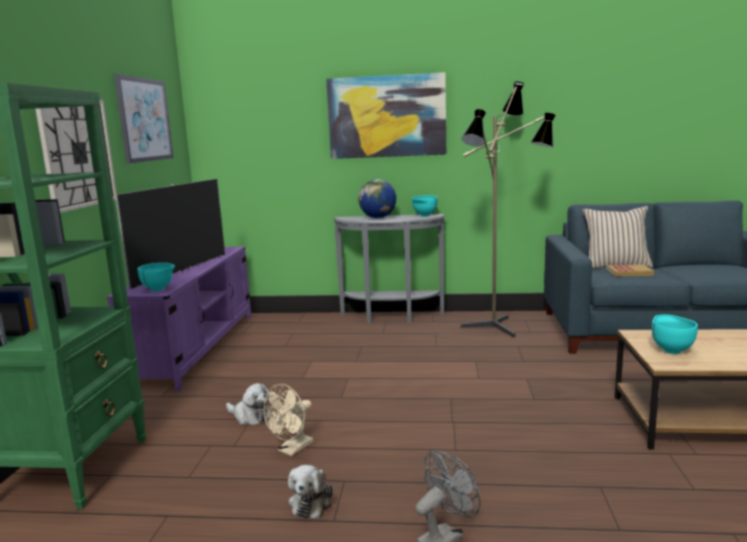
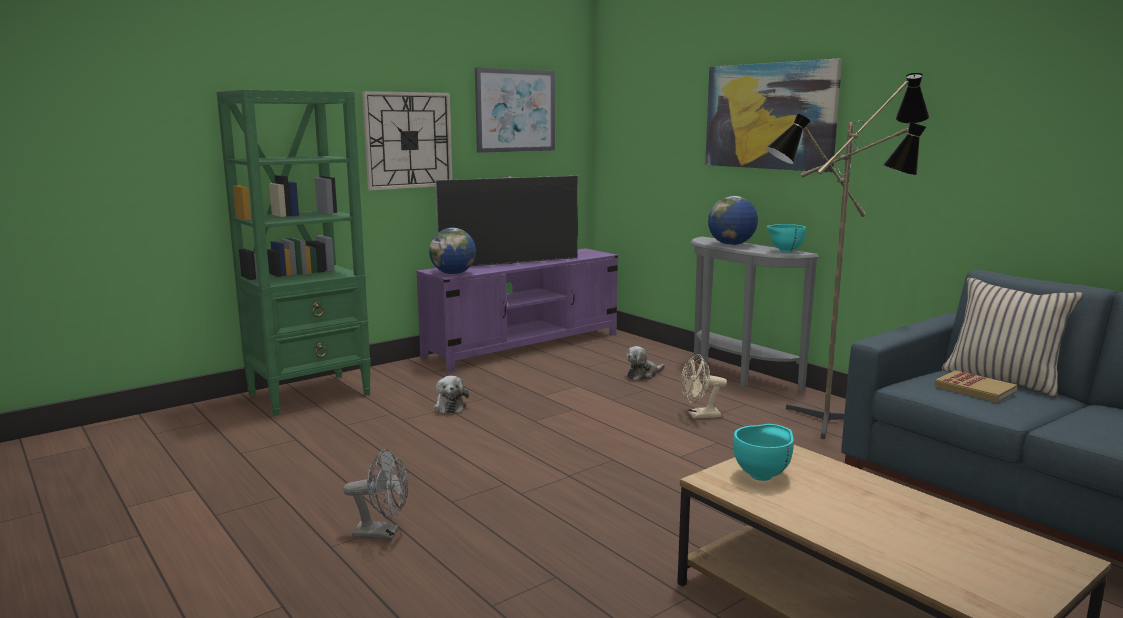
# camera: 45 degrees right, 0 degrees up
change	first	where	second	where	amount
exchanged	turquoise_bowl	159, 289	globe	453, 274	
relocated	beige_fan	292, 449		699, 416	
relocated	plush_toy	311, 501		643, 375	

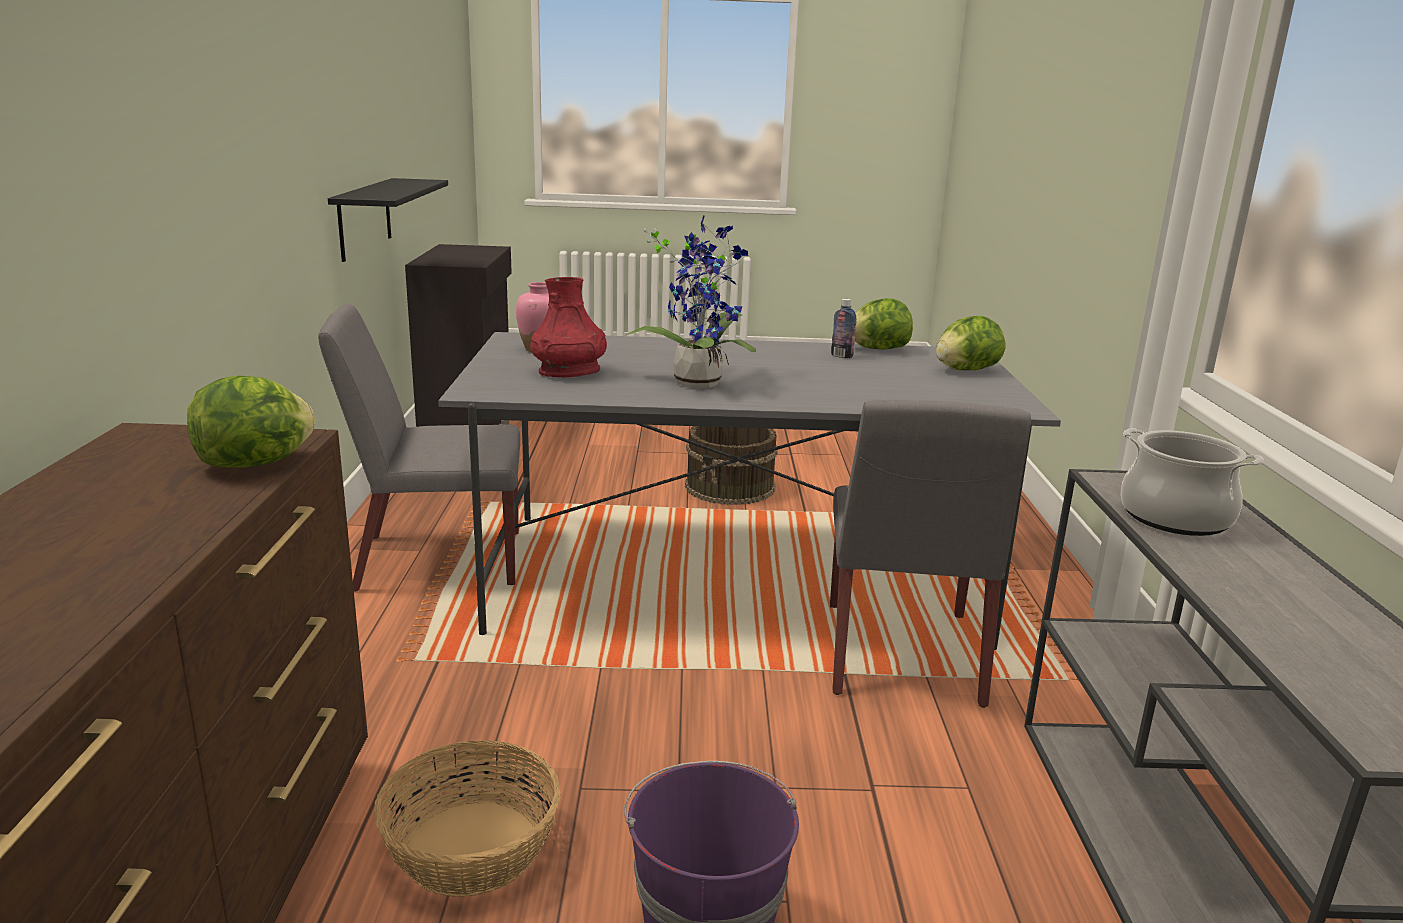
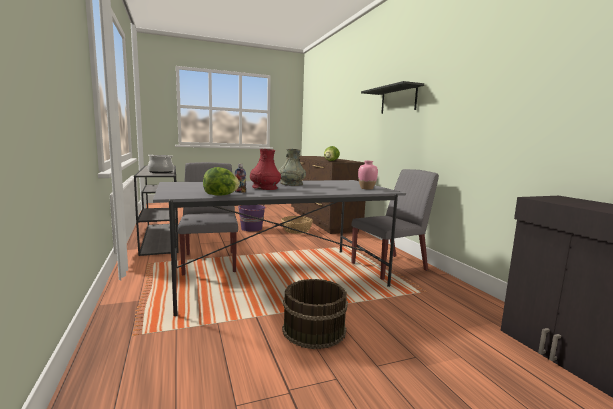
# camera: 160 degrees right, 10 degrees down
change	first	where	second	where	amount
relocated	black_shelf	364, 218		398, 100	
relocated	red_vase	569, 372		265, 188	
exchanged	potted_plant	698, 381	grey_vase	291, 184	
missing	lettuce	966, 370			

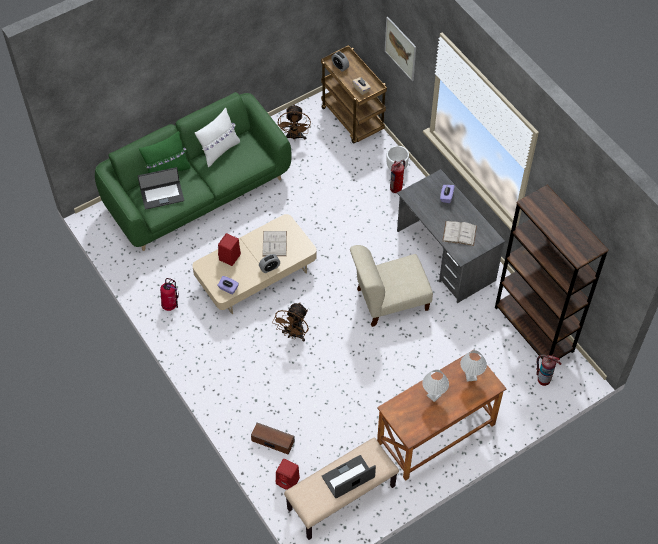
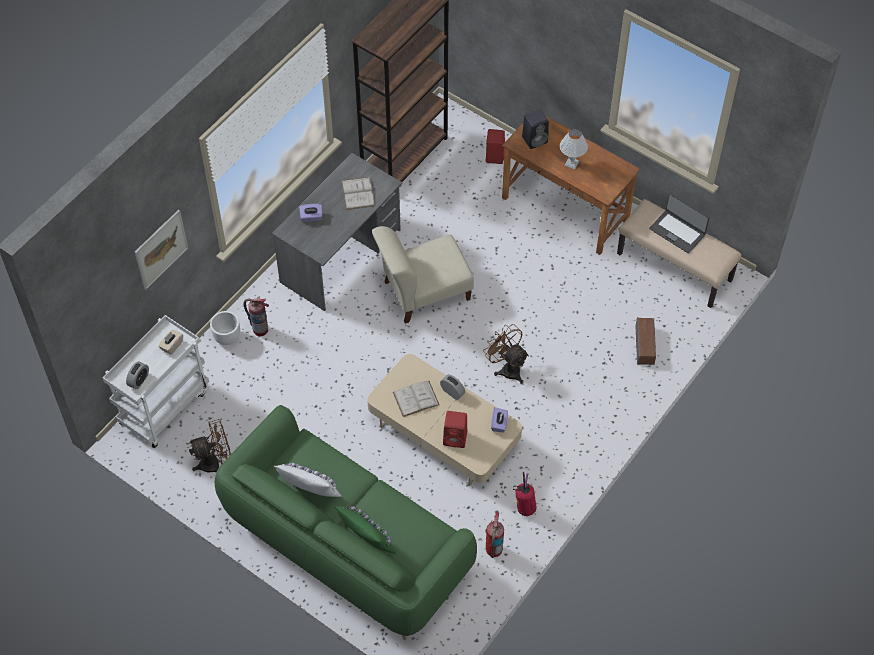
# camera: 110 degrees left, 0 degrees up
change	first	where	second	where	amount
missing	laptop	162, 195			
spun	brown_fan	294, 334		507, 368	135 degrees counterclockwise
relocated	red_speaker	288, 481		494, 155	
colour	brown_cart	353, 120	white_cart	164, 406	
spun	beige_chair	389, 301		423, 292	105 degrees clockwise
exchanged	white_table_lamp	471, 376	black_speaker	535, 139	
relocated	fire_extinguisher	543, 379		493, 550	

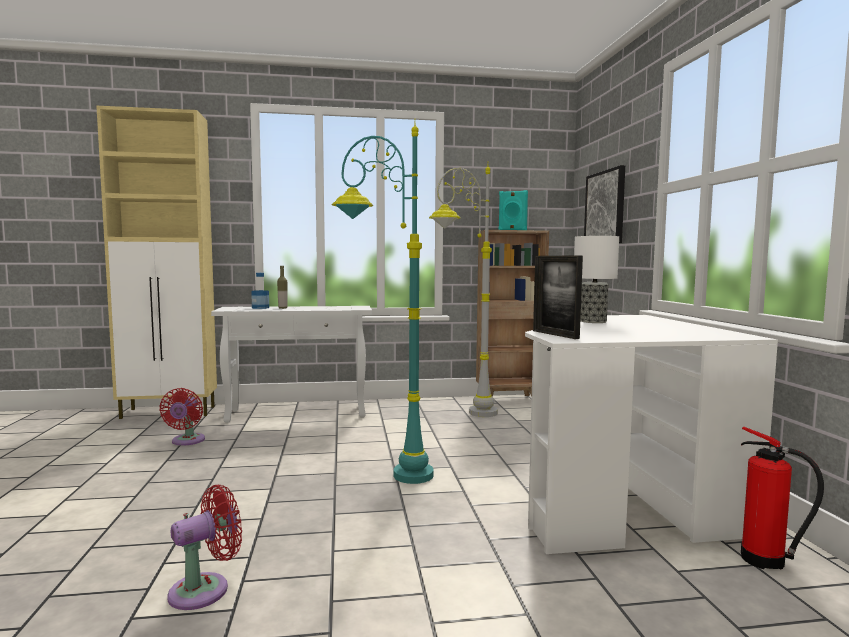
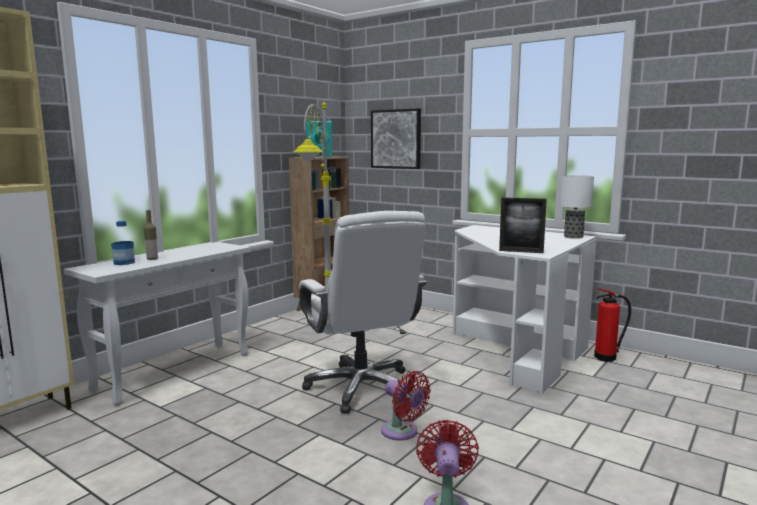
# camera: 45 degrees left, 5 degrees up
change	first	where	second	where	amount
relocated	red_fan	186, 441		402, 432	
exchanged	turquoise_floor_lamp	382, 470	white_office_chair	361, 387	
relocated	table_lamp	593, 321		574, 237	

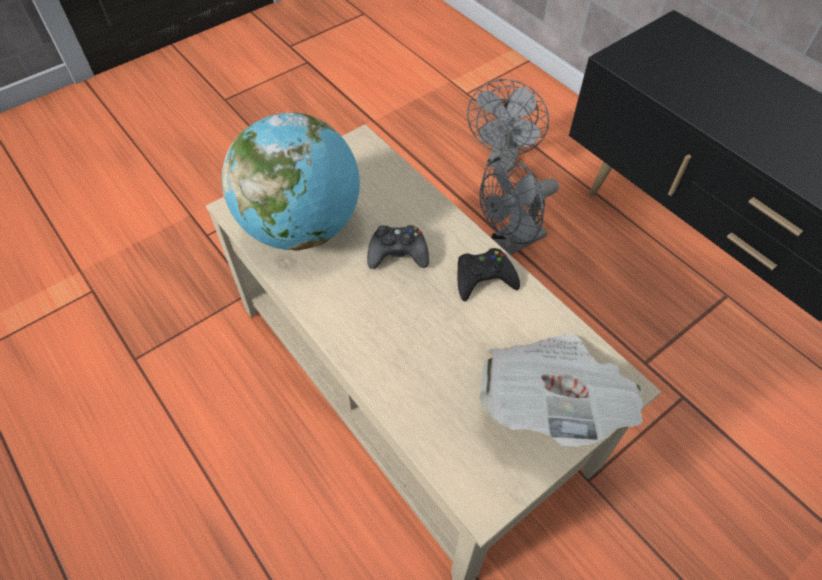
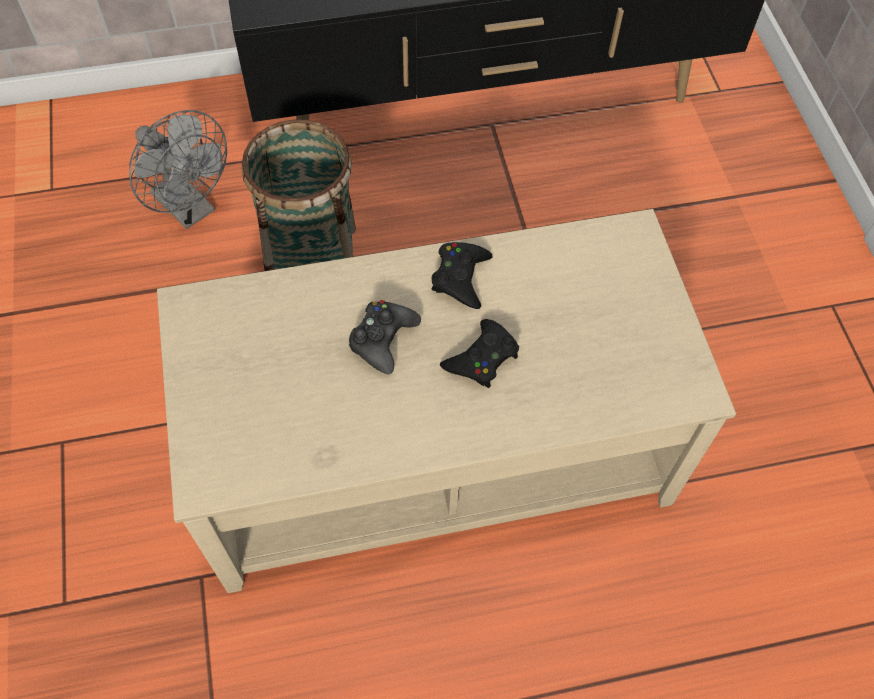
# camera: 65 degrees left, 5 degrees up
change	first	where	second	where	amount
missing	globe	302, 227			
missing	newspaper	551, 401			
exchanged	grey_fan	511, 242	basket	313, 262	
appeared			black_game_controller	482, 358	

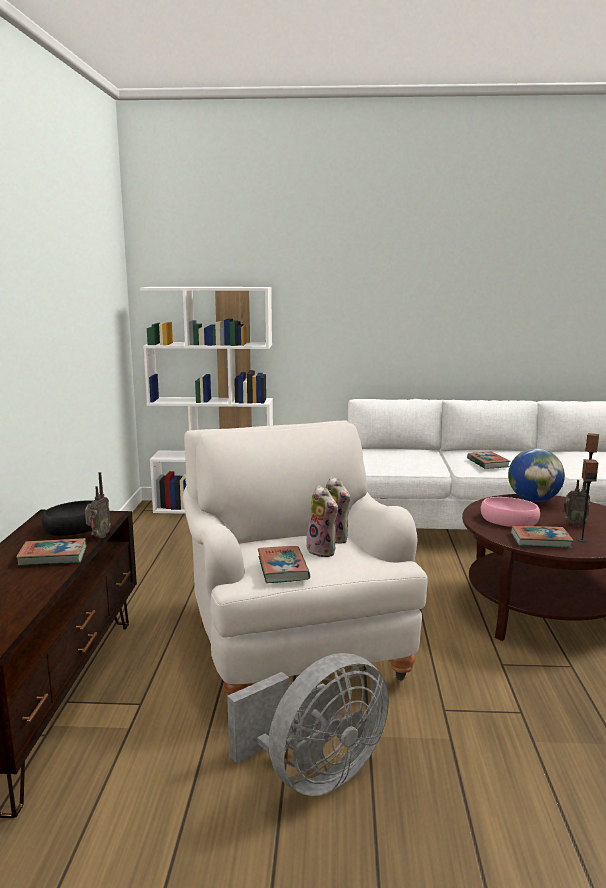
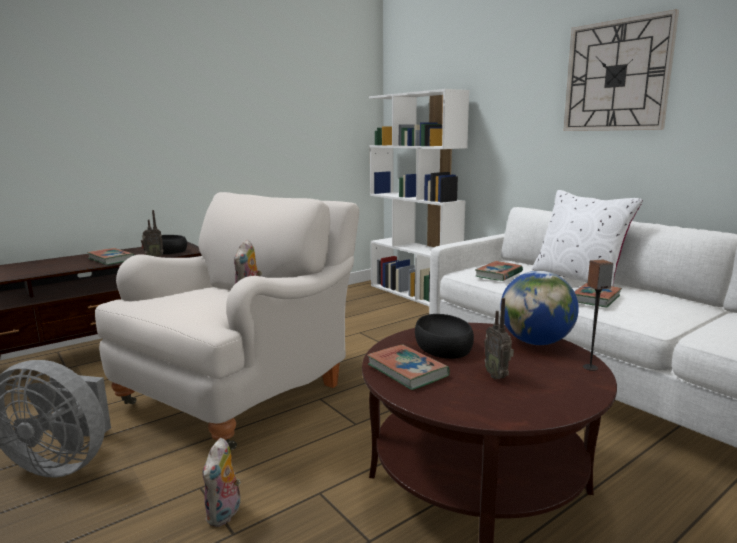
# camera: 50 degrees right, 0 degrees up
change	first	where	second	where	amount
relocated	book	283, 568		498, 274	
relocated	plush_toy	323, 551		225, 515	
colour	pink_bowl	509, 520	black_bowl	444, 345	
missing	speaker	582, 540			
appeared			white_pillow	578, 278	
appeared			wall_clock	616, 76	

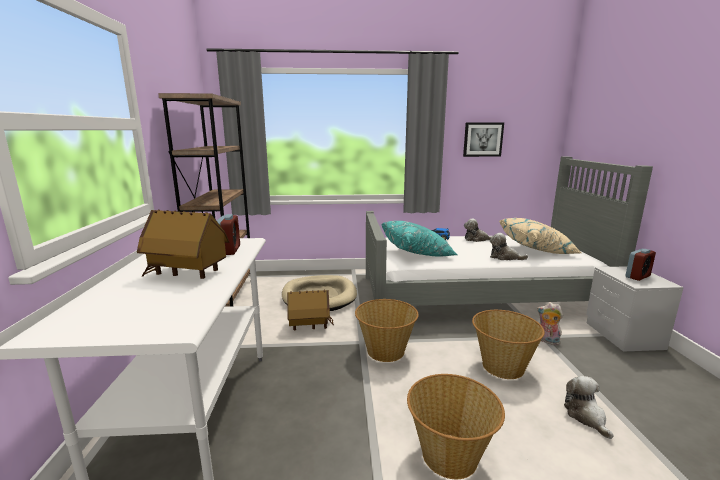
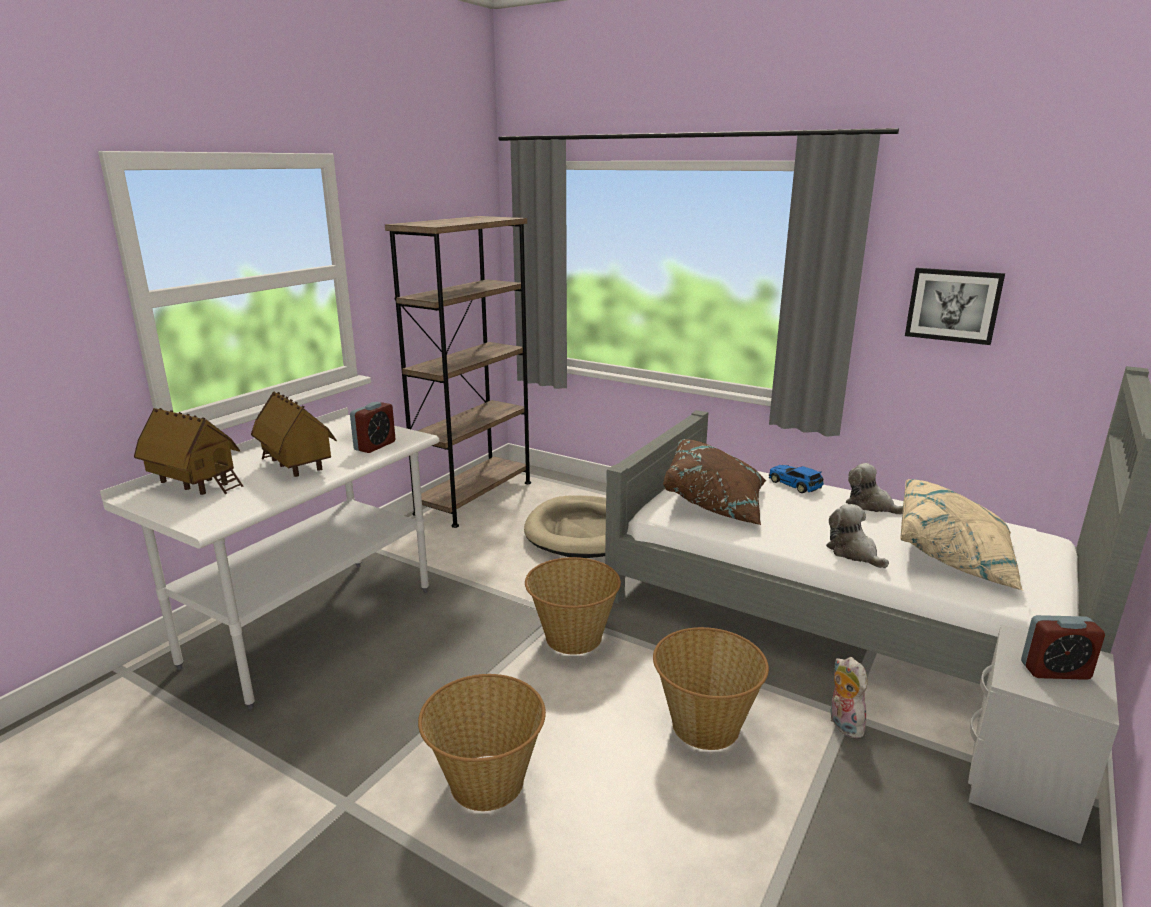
# camera: 35 degrees right, 5 degrees up
change	first	where	second	where	amount
relocated	toy_house	310, 326		195, 484	
colour	turquoise_pillow	417, 253	brown_pillow	715, 503	
missing	plush_toy	586, 416			

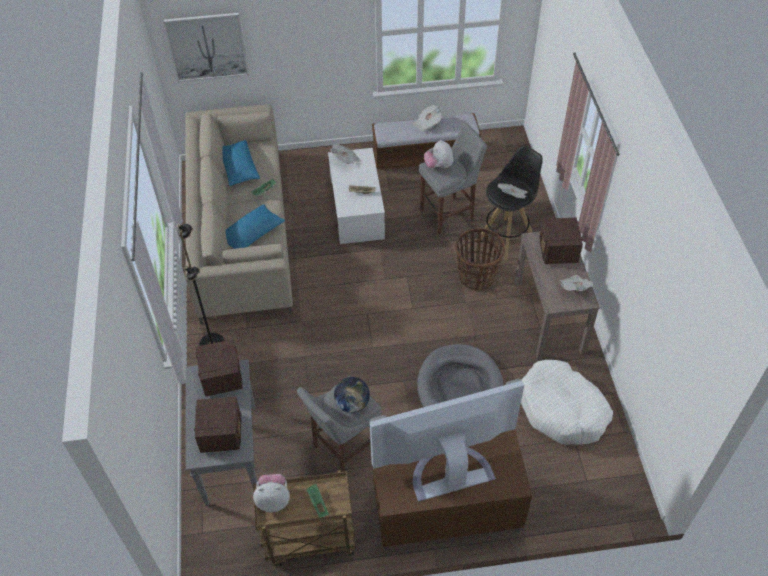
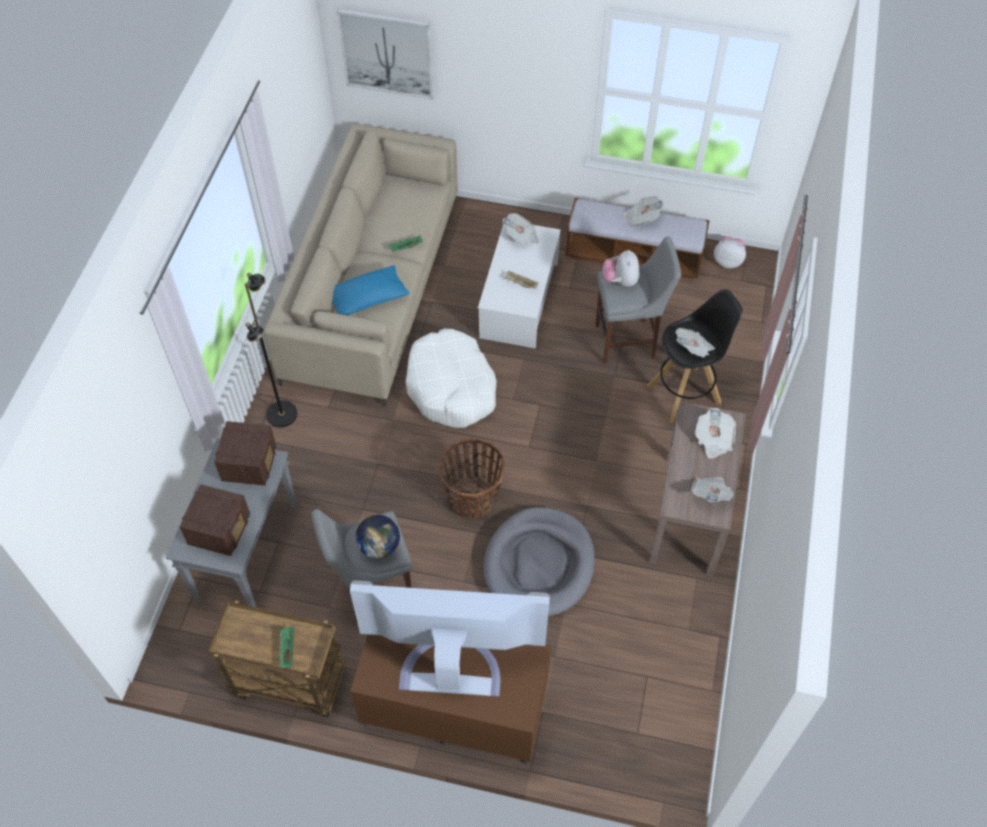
# camera: 20 degrees right, 5 degrees up
change	first	where	second	where	amount
missing	blue_pillow	239, 168			
relocated	plush_toy	273, 499		727, 261	
relocated	basket	476, 277		472, 498	
relocated	white_dog_bed	562, 409		451, 387	
exchanged	radio	558, 252	newspaper	713, 440	

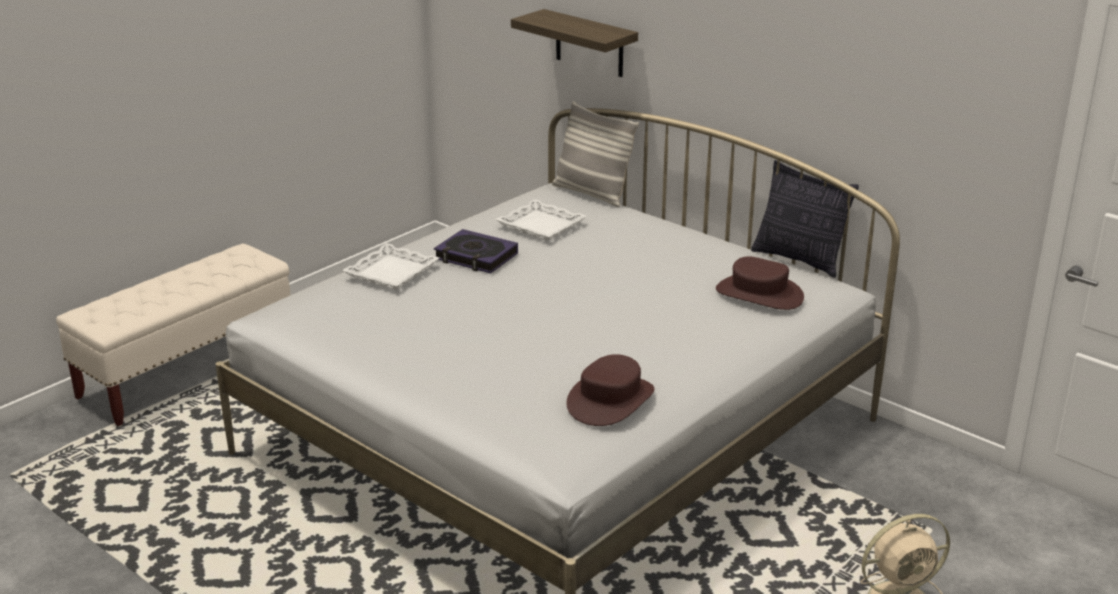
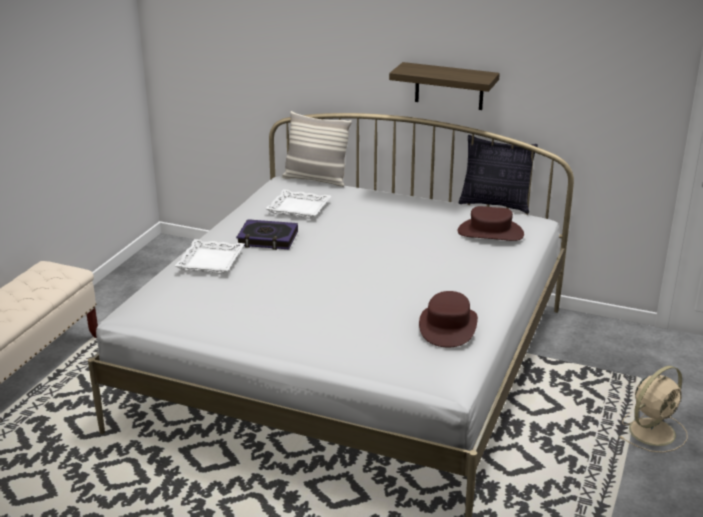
# camera: 20 degrees left, 0 degrees up
change	first	where	second	where	amount
relocated	shelf	589, 44		449, 86	

